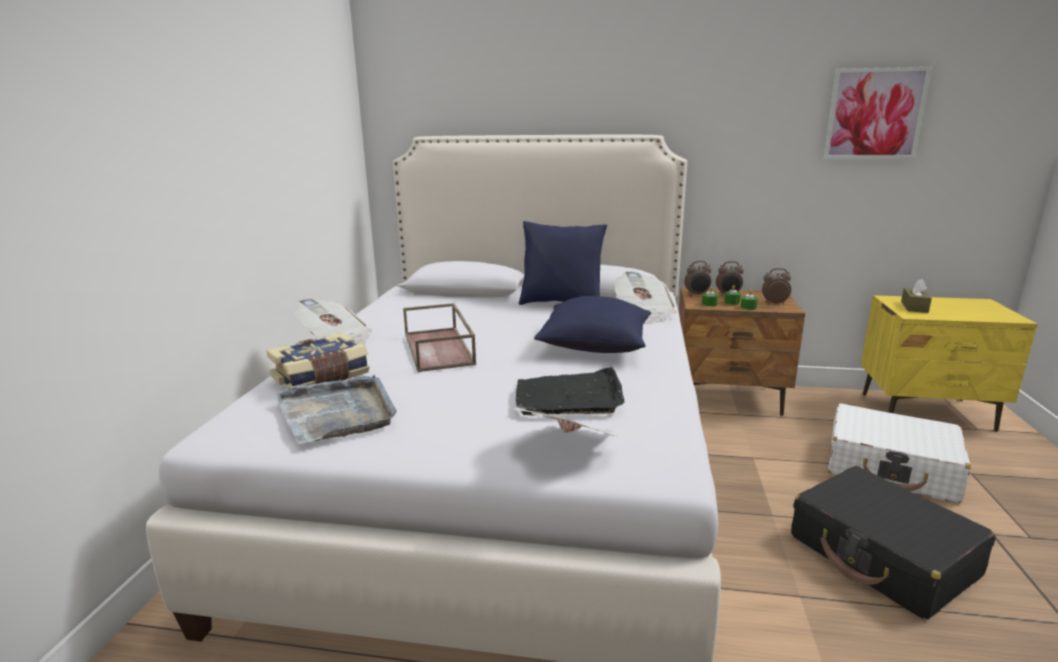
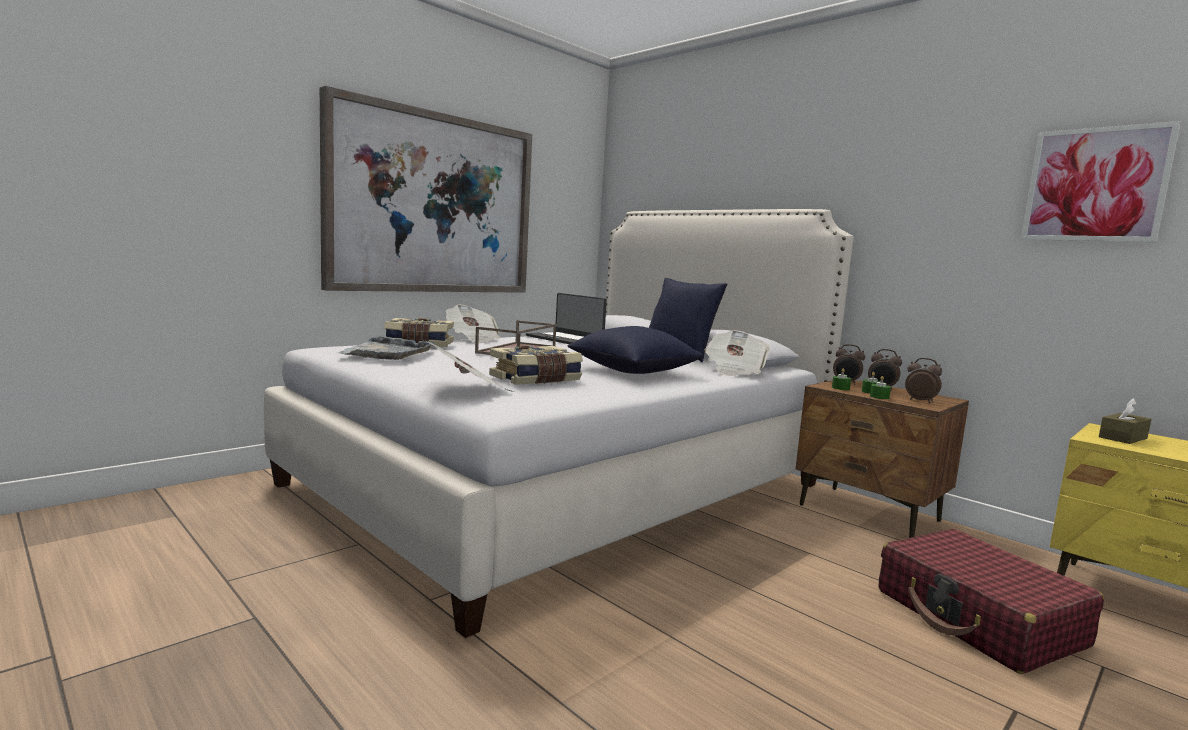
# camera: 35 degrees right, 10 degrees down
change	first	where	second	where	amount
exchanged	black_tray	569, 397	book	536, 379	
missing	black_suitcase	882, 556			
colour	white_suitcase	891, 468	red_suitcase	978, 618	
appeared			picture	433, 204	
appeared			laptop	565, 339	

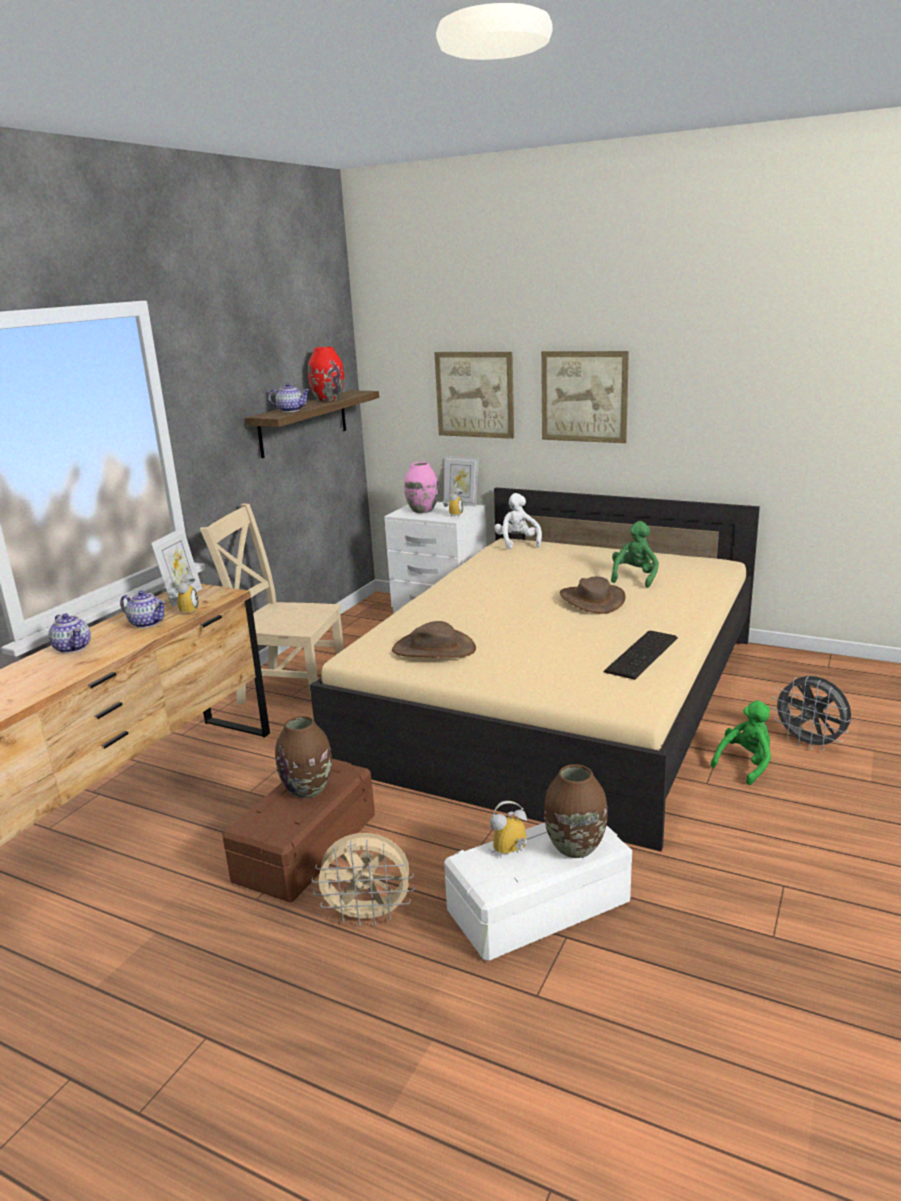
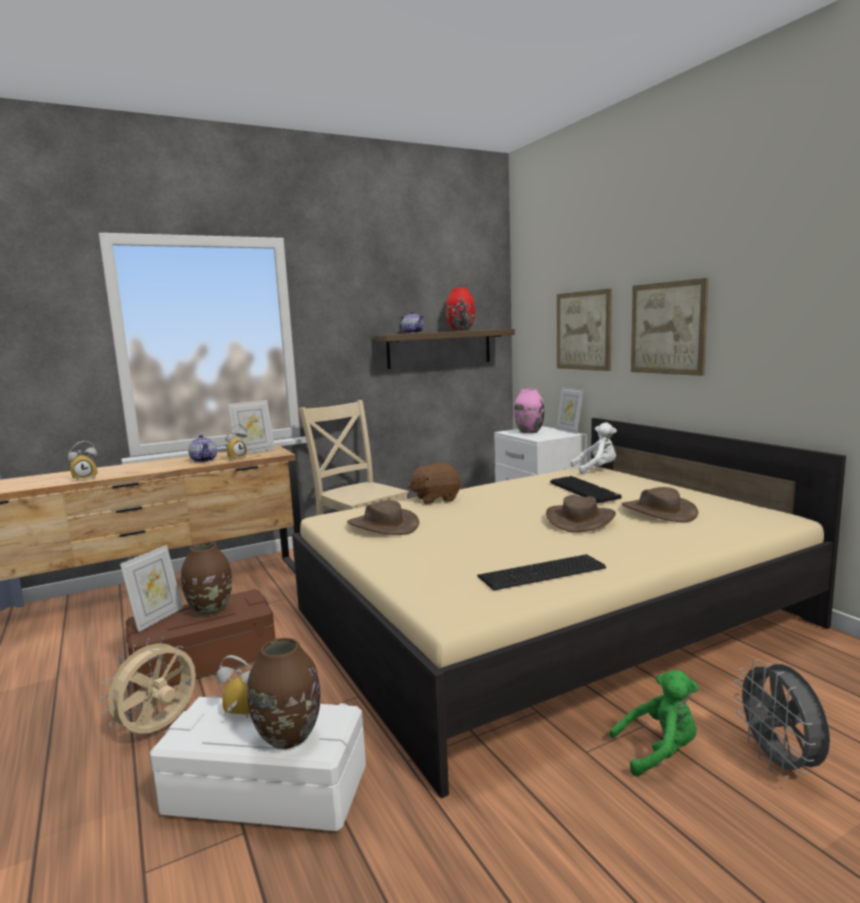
# camera: 35 degrees right, 10 degrees down
change	first	where	second	where	amount
missing	teapot	73, 647			
spun	beige_fan	369, 915		159, 729	90 degrees clockwise
relocated	alarm_clock	453, 514		85, 478	
spun	white_plush_toy	517, 543		596, 470	60 degrees clockwise
exchanged	green_plush_toy	634, 577	brown_hat	658, 511	
appeared			picture_frame	157, 618	
appeared			brown_plush_toy	435, 499	
appeared			keyboard	585, 491	

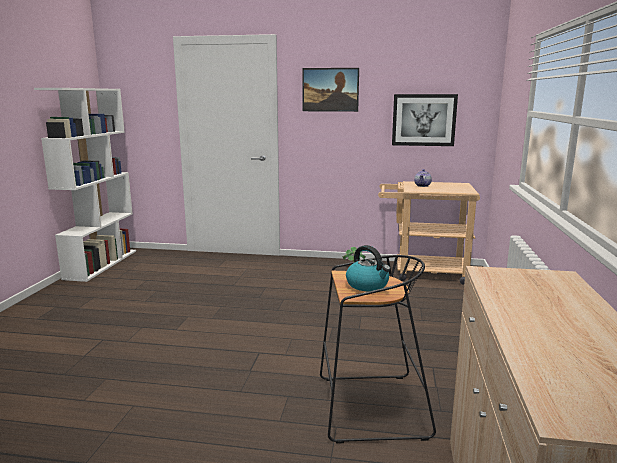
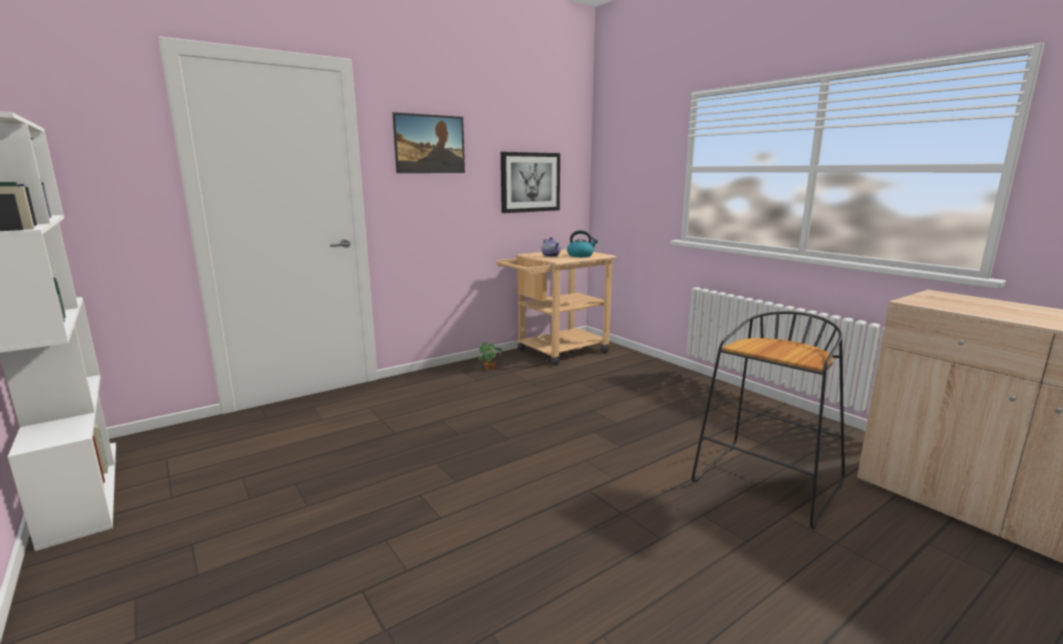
# camera: 45 degrees left, 0 degrees up
change	first	where	second	where	amount
relocated	kettle	368, 285		580, 255	

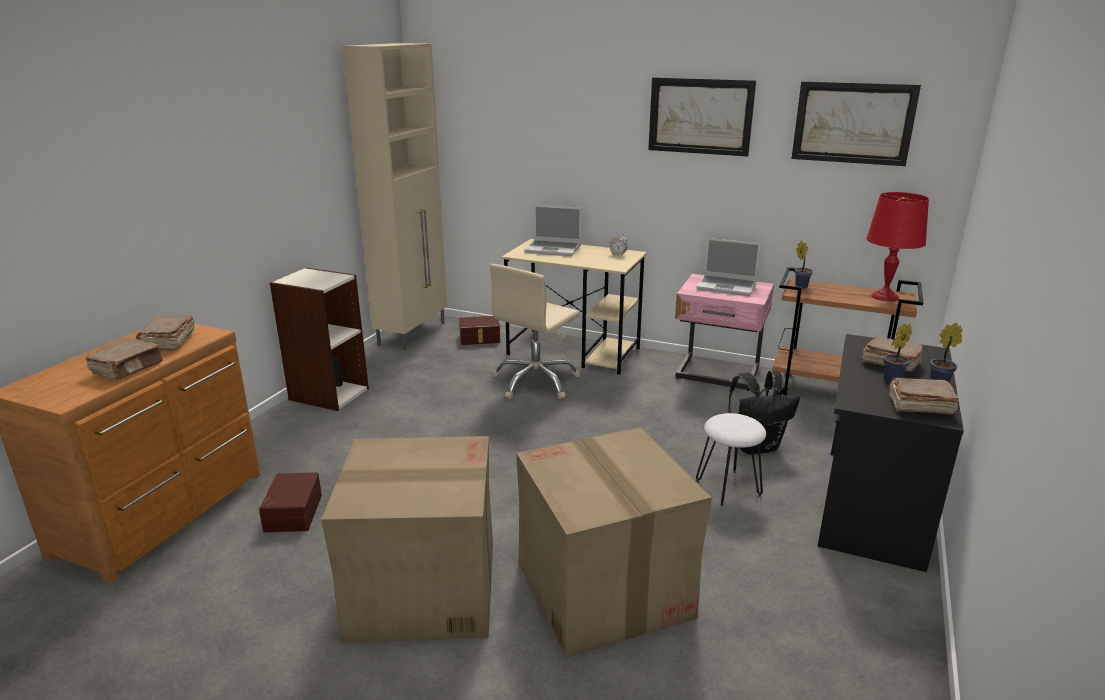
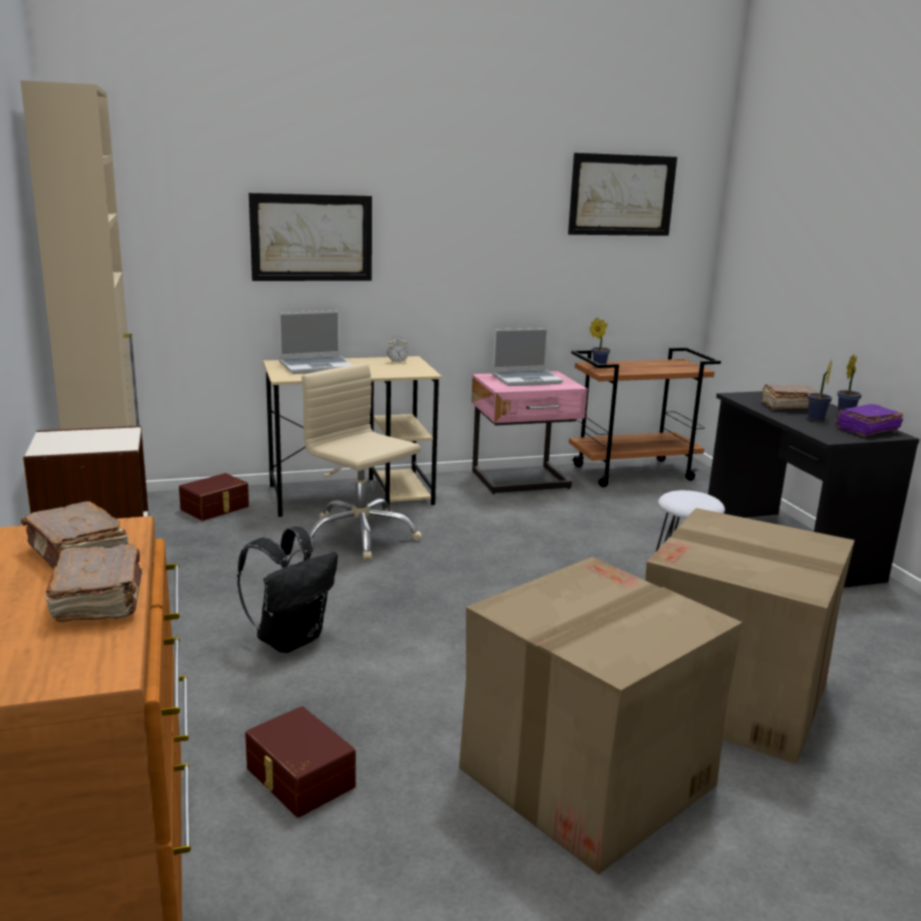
# camera: 40 degrees left, 5 degrees down
change	first	where	second	where	amount
spun	beige_office_chair	536, 382		360, 535	135 degrees clockwise
relocated	picture	700, 116		311, 237	
relocated	black_backpack	756, 446		290, 639	
missing	red_table_lamp	885, 296			
colour	brown_book	919, 406	purple_book	866, 430	

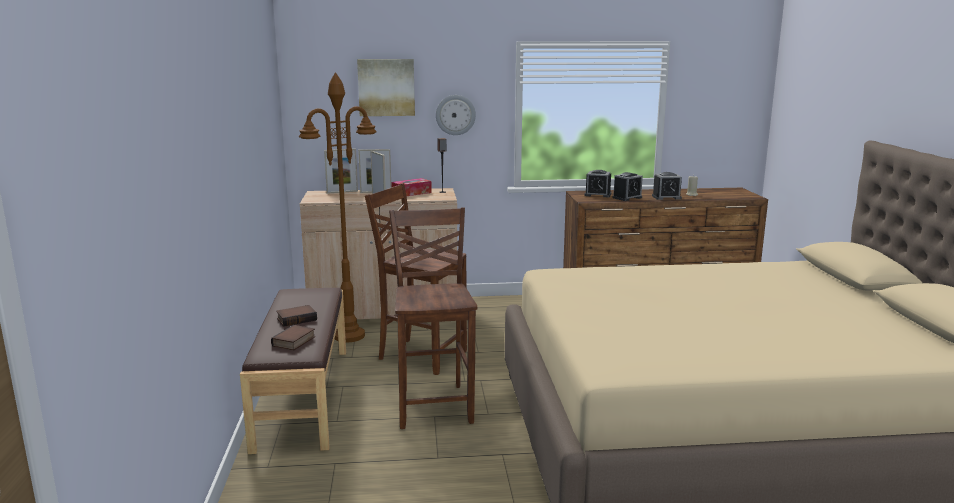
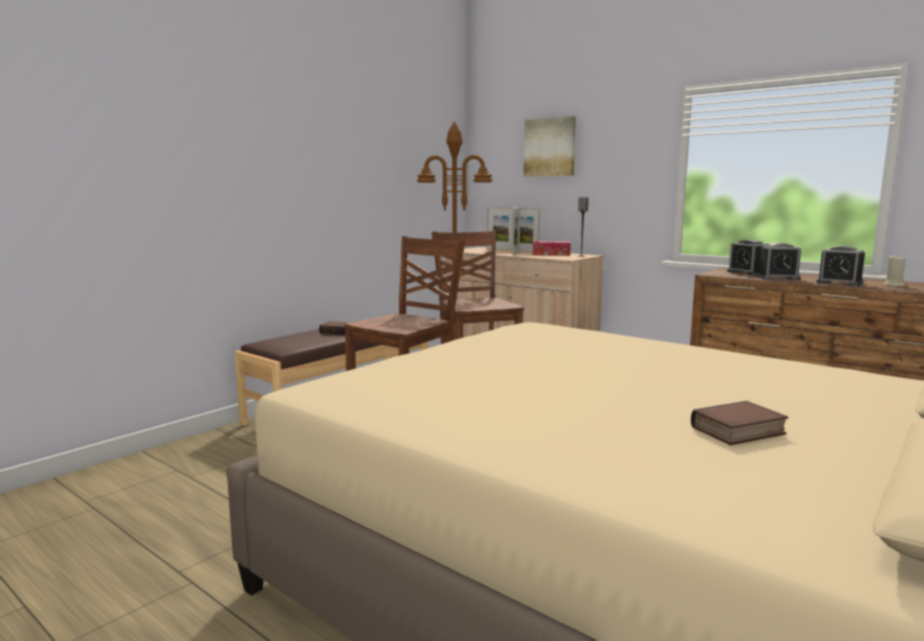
# camera: 45 degrees right, 5 degrees down
change	first	where	second	where	amount
relocated	book	294, 342		739, 431	
missing	wall_clock	455, 115			

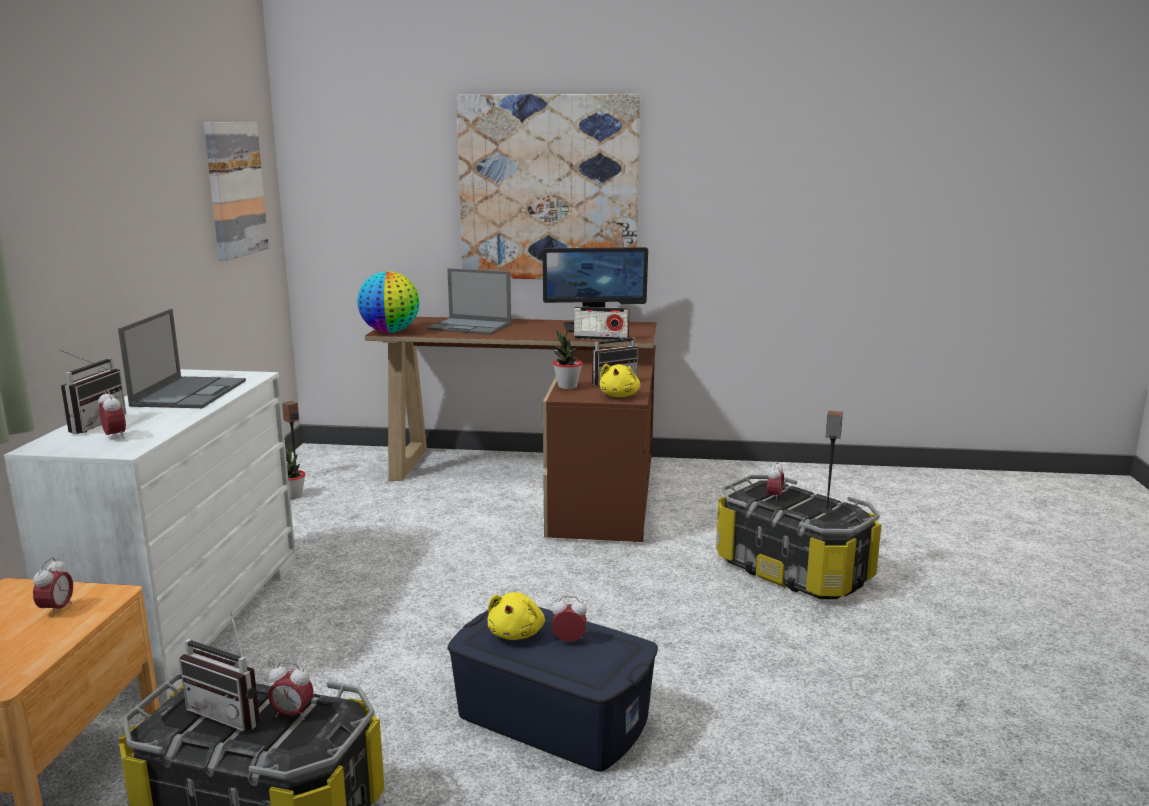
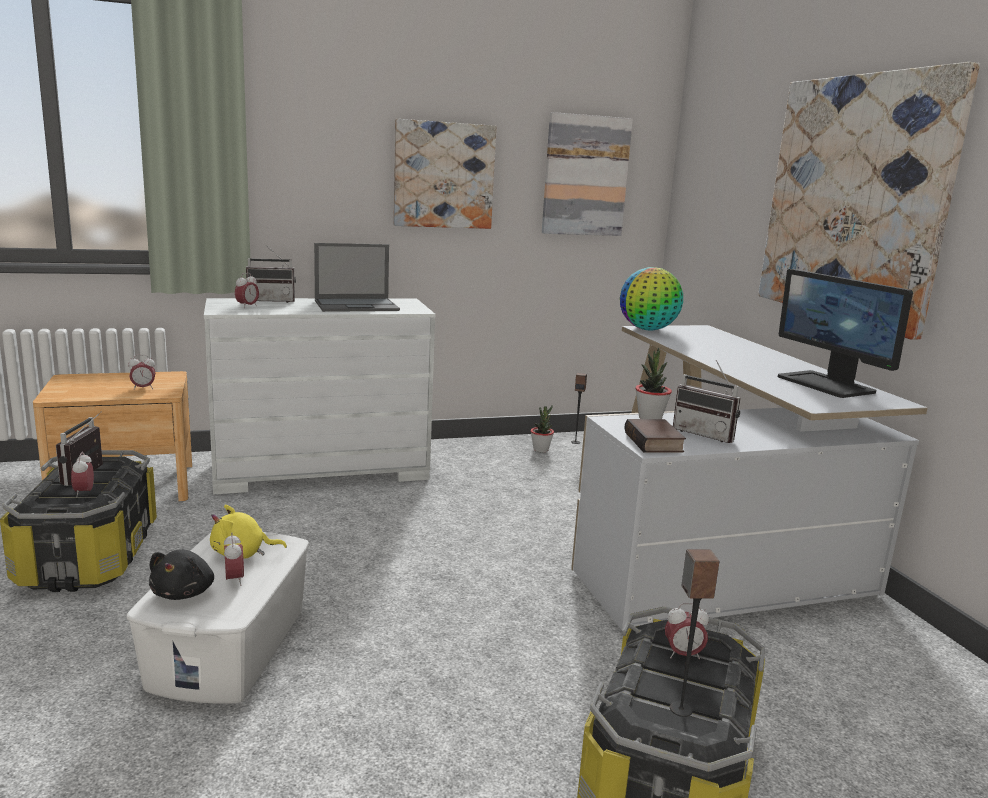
# camera: 65 degrees right, 0 degrees up
change	first	where	second	where	amount
colour	brown_desk	540, 481	white_desk	711, 541	
missing	laptop	470, 327			
colour	blue_storage_box	553, 717	white_storage_box	231, 646	
missing	radio	601, 338			
exchanged	yellow_plush_toy	620, 395	book	655, 442	
appeared			black_plush_toy	184, 592	
appeared			picture	443, 175	

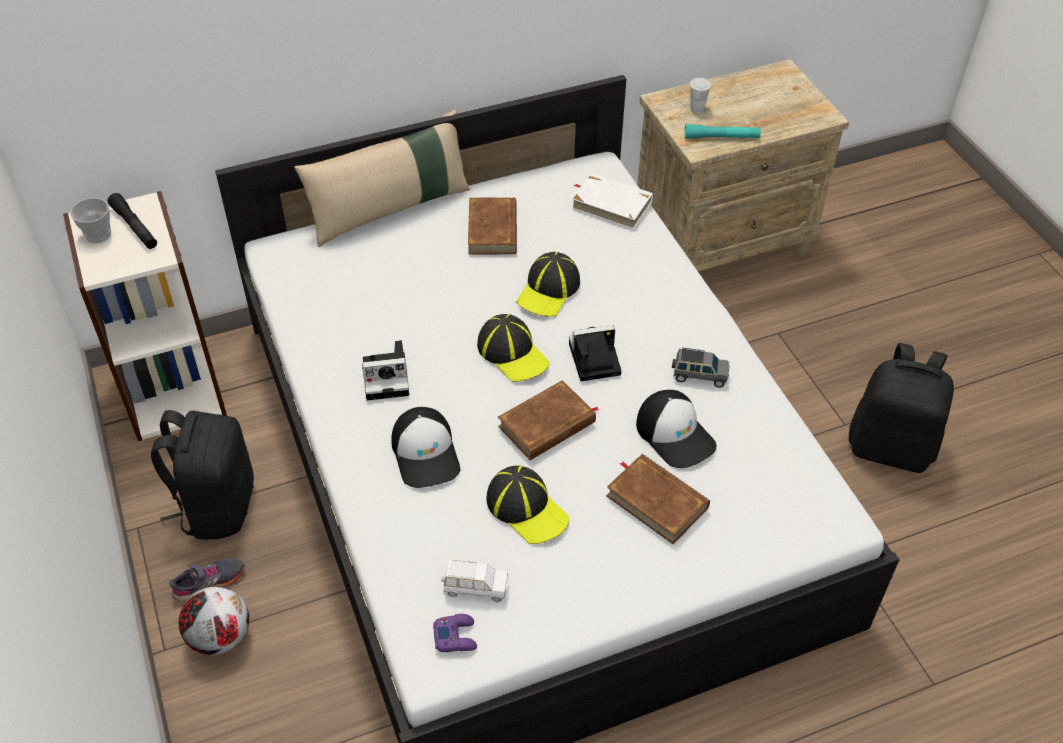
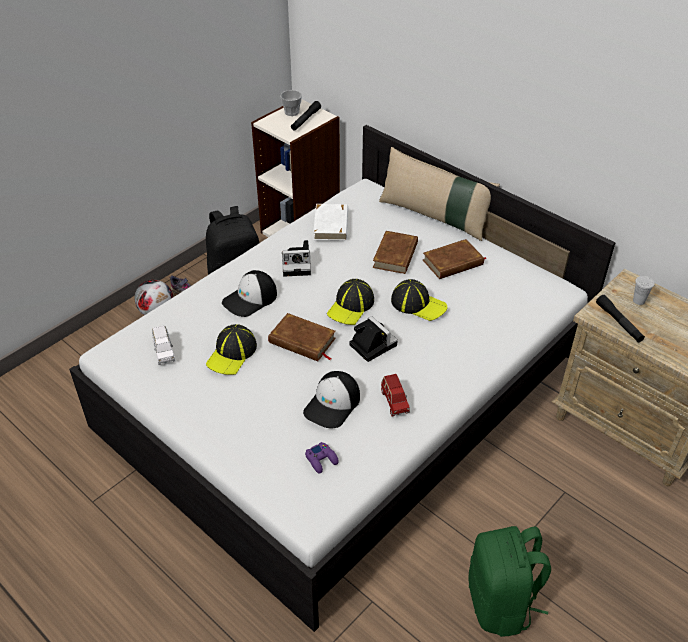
# camera: 65 degrees right, 5 degrees down
change	first	where	second	where	amount
spun	photo_camera	388, 377		298, 264	60 degrees counterclockwise
relocated	purple_game_controller	455, 636		321, 460	
spun	cap	548, 290		418, 304	150 degrees counterclockwise
relocated	white_book	611, 204		331, 225	
relocated	brown_book	657, 501		396, 255	
colour	grey_toy_car	699, 376	red_toy_car	394, 401	
colour	turquoise_flashlight	721, 137	black_flashlight	619, 322	
colour	black_backpack	891, 447	green_backpack	500, 603	

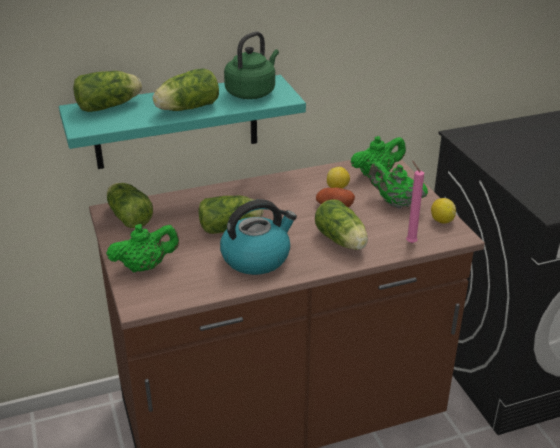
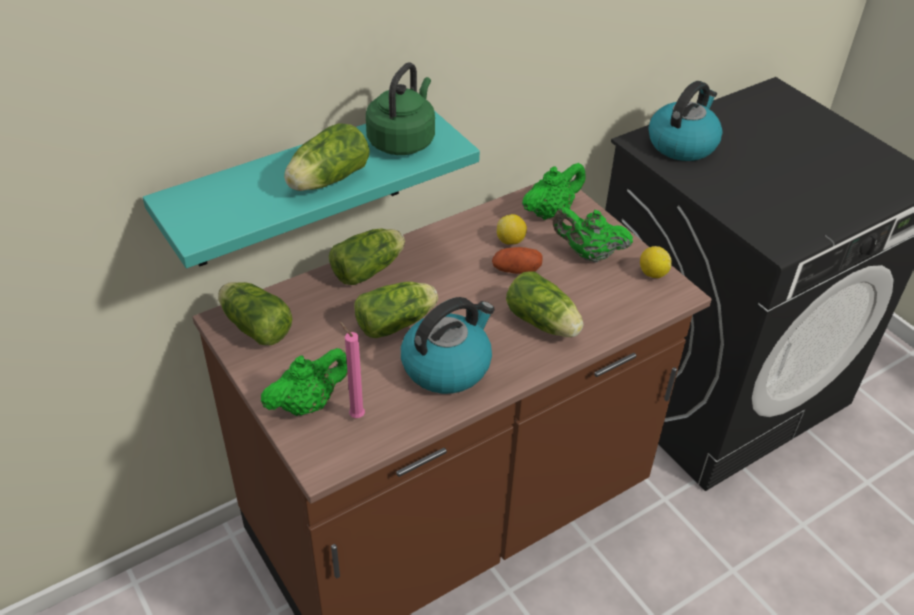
# camera: 15 degrees left, 10 degrees up
change	first	where	second	where	amount
relocated	lettuce	110, 106		370, 269	
relocated	pink_candle	409, 242		355, 415	
appeared			kettle	682, 144	

